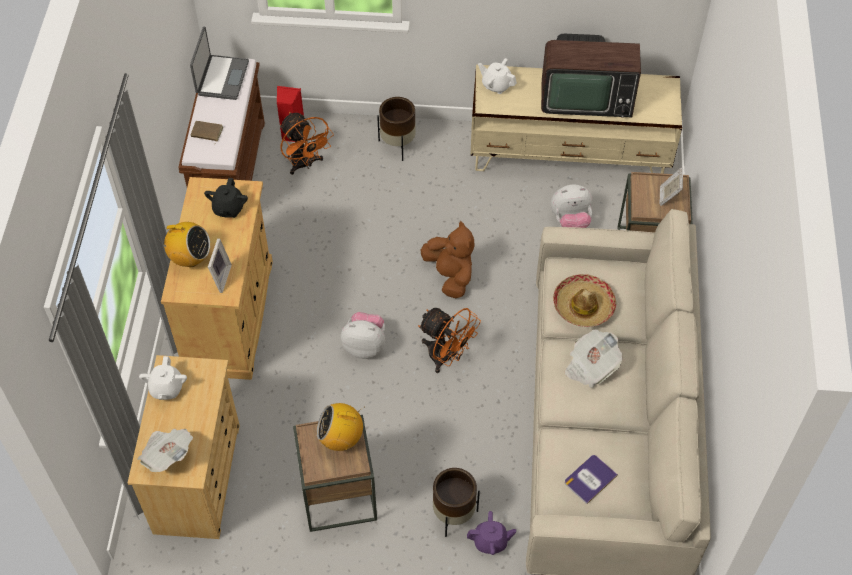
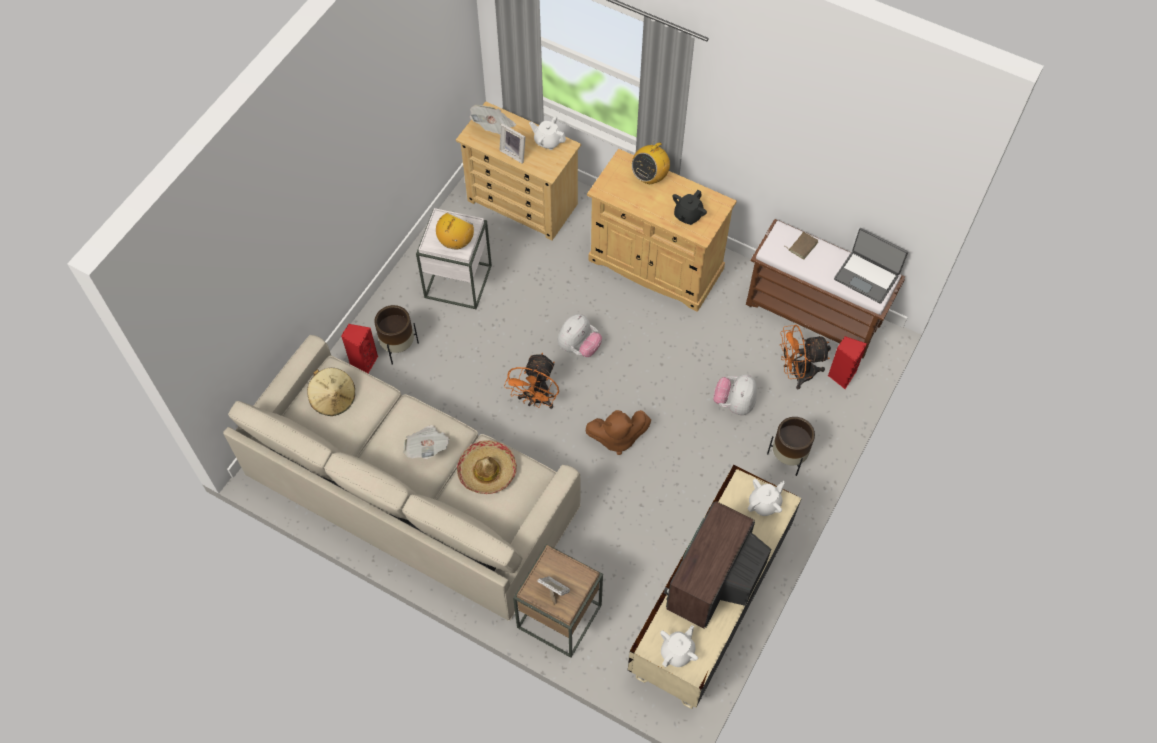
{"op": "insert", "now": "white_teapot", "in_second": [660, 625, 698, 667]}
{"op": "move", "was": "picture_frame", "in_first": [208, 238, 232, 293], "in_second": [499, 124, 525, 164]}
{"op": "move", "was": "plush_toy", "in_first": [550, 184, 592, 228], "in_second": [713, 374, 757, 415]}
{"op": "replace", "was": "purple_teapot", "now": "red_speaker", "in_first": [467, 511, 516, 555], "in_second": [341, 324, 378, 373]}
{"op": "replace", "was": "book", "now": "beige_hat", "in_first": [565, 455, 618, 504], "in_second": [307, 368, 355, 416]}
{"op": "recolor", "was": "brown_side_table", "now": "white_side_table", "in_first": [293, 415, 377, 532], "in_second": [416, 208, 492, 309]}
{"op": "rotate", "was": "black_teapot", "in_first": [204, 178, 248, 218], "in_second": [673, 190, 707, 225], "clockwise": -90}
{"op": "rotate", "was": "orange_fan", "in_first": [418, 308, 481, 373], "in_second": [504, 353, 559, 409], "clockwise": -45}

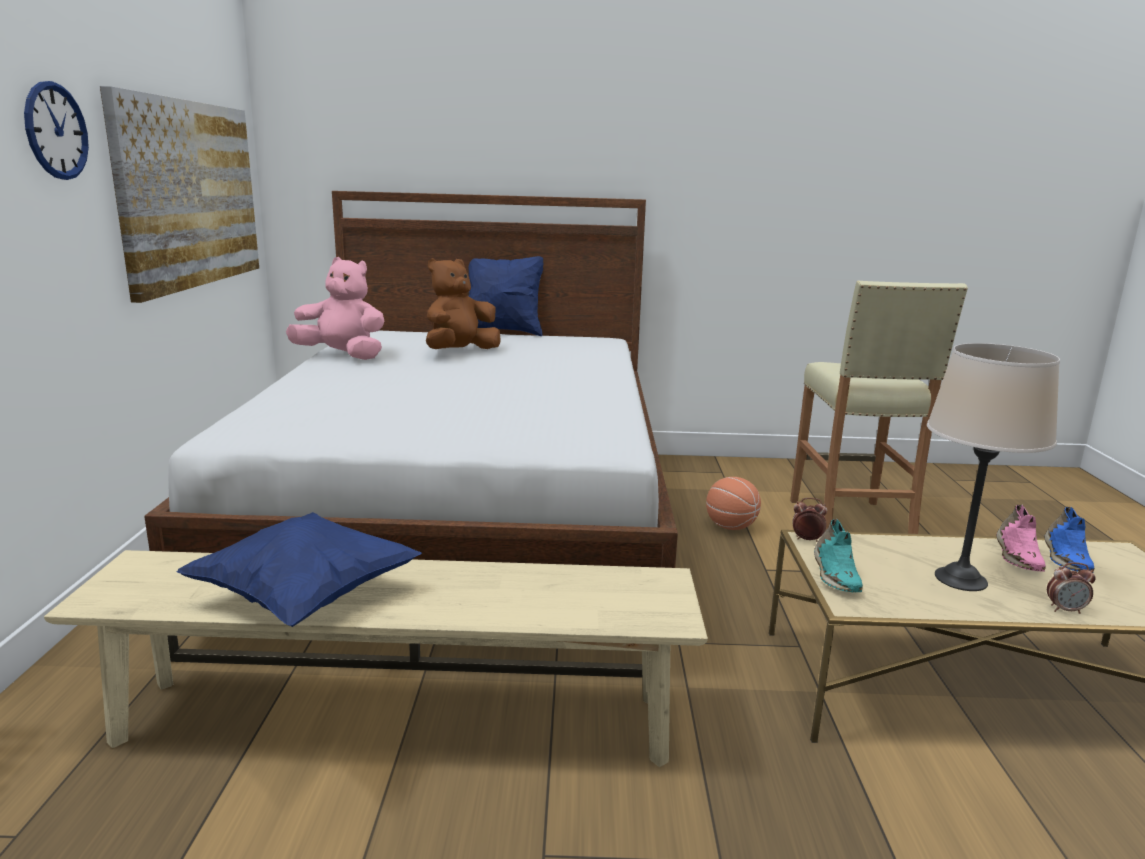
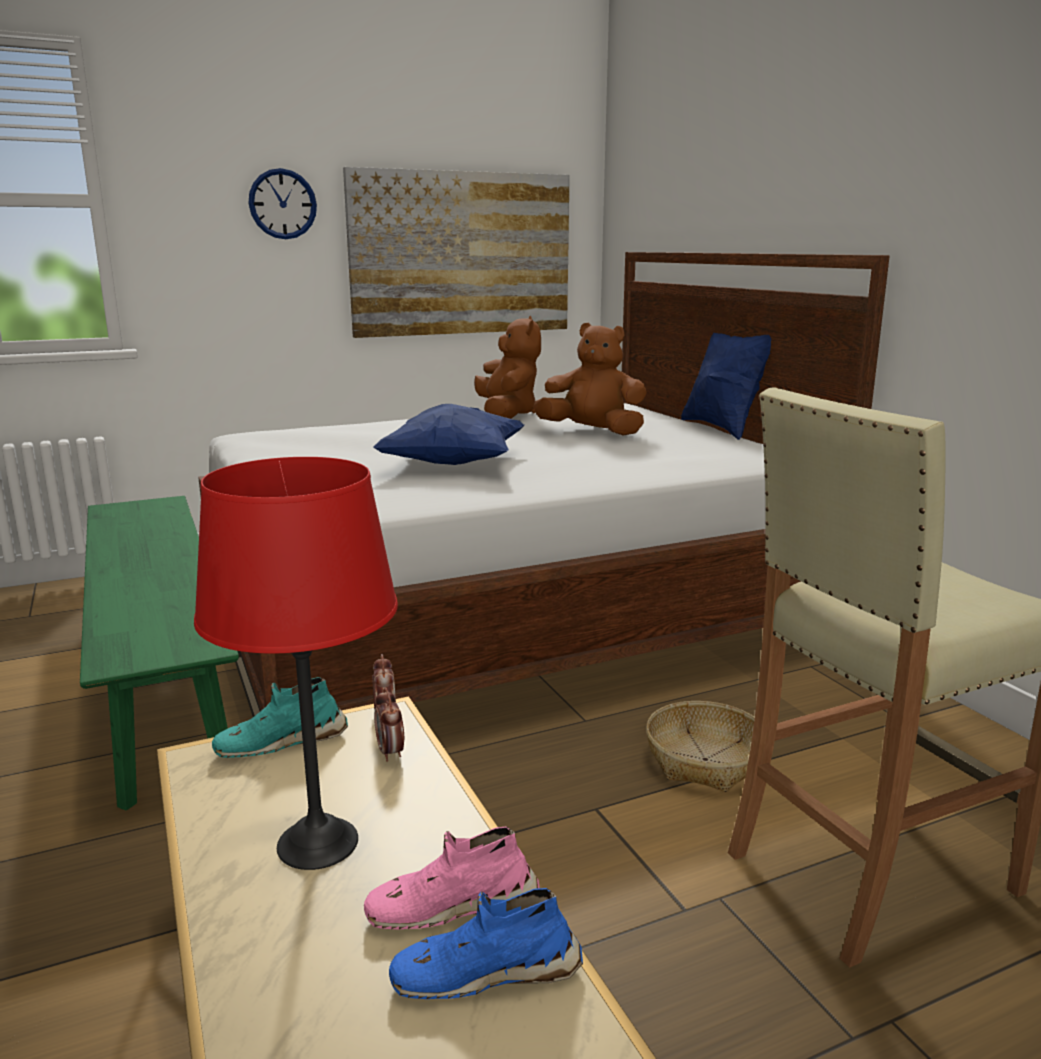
{"op": "move", "was": "blue_pillow", "in_first": [177, 512, 422, 627], "in_second": [373, 404, 524, 465]}
{"op": "move", "was": "alarm_clock", "in_first": [1047, 562, 1096, 614], "in_second": [374, 687, 404, 762]}
{"op": "replace", "was": "basketball", "now": "basket", "in_first": [706, 477, 761, 530], "in_second": [646, 701, 755, 792]}
{"op": "recolor", "was": "beige_bench", "now": "green_bench", "in_first": [44, 550, 708, 767], "in_second": [80, 496, 239, 811]}
{"op": "recolor", "was": "pink_plush_toy", "now": "brown_plush_toy", "in_first": [286, 257, 384, 360], "in_second": [474, 316, 541, 419]}
{"op": "recolor", "was": "beige_table_lamp", "now": "red_table_lamp", "in_first": [927, 343, 1060, 591], "in_second": [194, 457, 398, 870]}

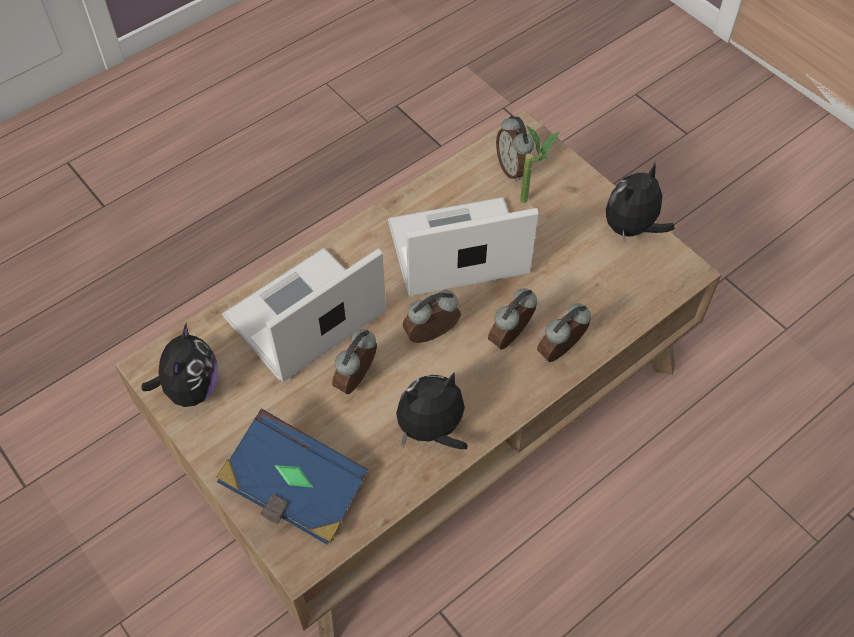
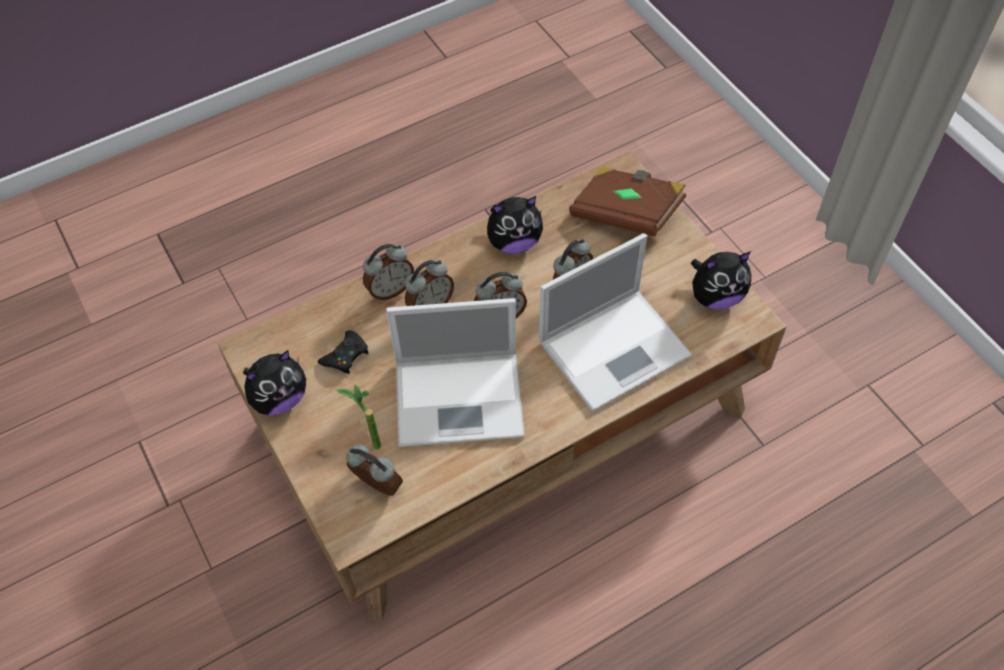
{"op": "insert", "now": "black_game_controller", "in_second": [318, 330, 369, 374]}
{"op": "recolor", "was": "blue_book", "now": "brown_book", "in_first": [217, 408, 369, 544], "in_second": [569, 166, 686, 237]}
{"op": "rotate", "was": "plush_toy", "in_first": [142, 323, 218, 407], "in_second": [691, 251, 751, 310], "clockwise": -120}
{"op": "rotate", "was": "alarm_clock", "in_first": [496, 115, 534, 182], "in_second": [346, 444, 403, 496], "clockwise": -45}

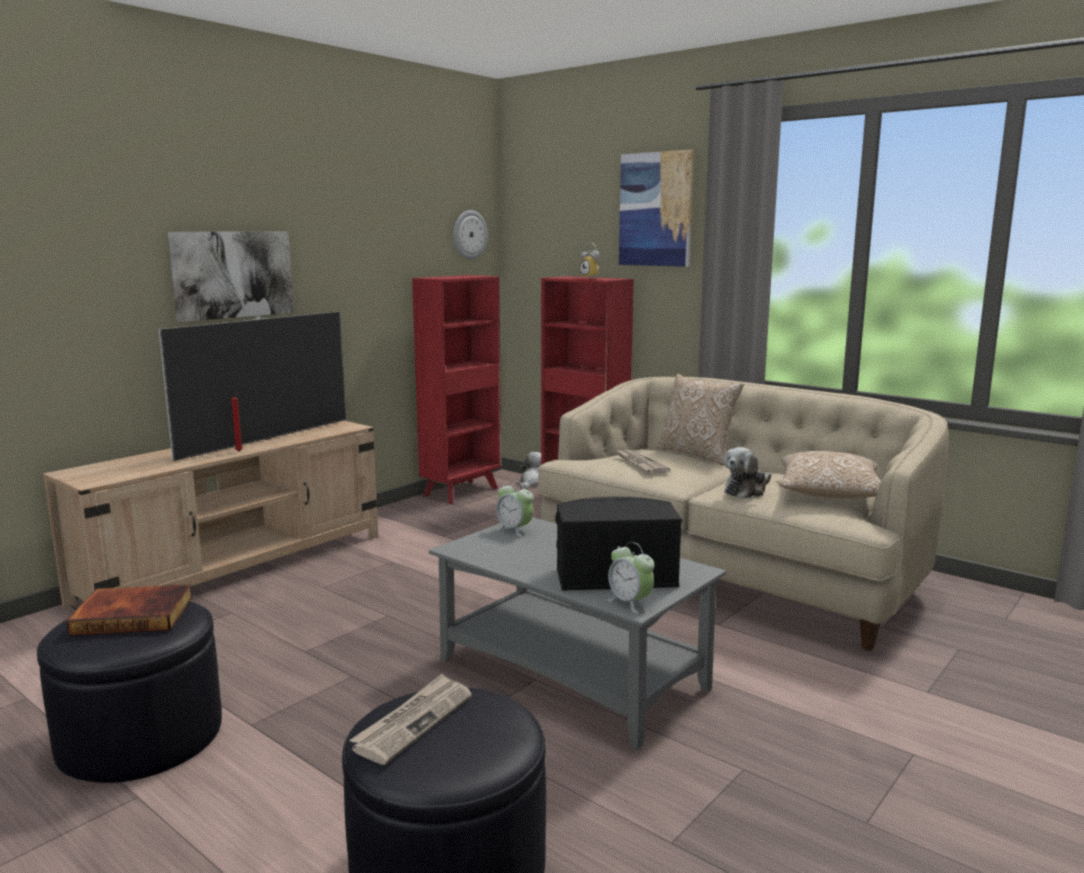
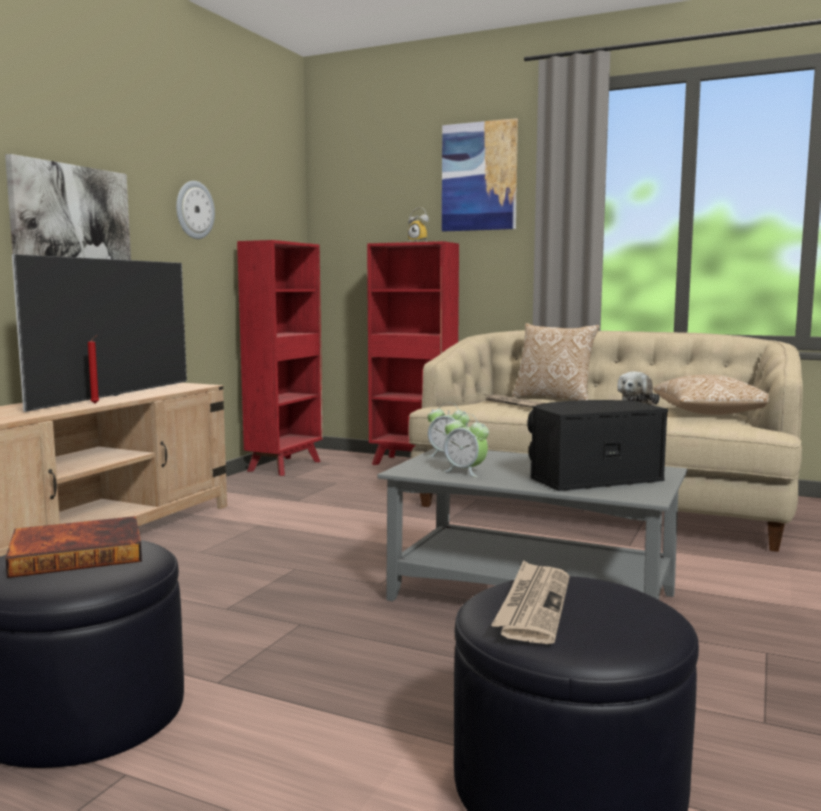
{"op": "delete", "was": "plush_toy", "in_first": [520, 452, 541, 489]}
{"op": "move", "was": "wall_clock", "in_first": [454, 210, 488, 259], "in_second": [176, 181, 215, 239]}
{"op": "move", "was": "alarm_clock", "in_first": [607, 542, 655, 614], "in_second": [443, 414, 489, 477]}

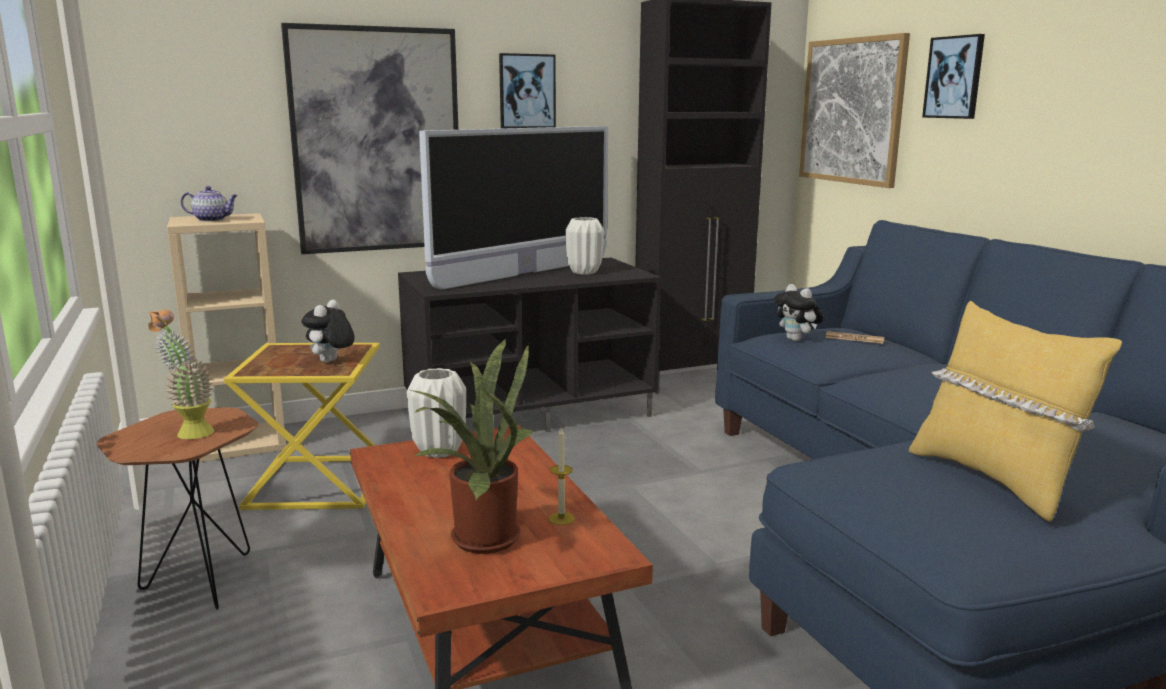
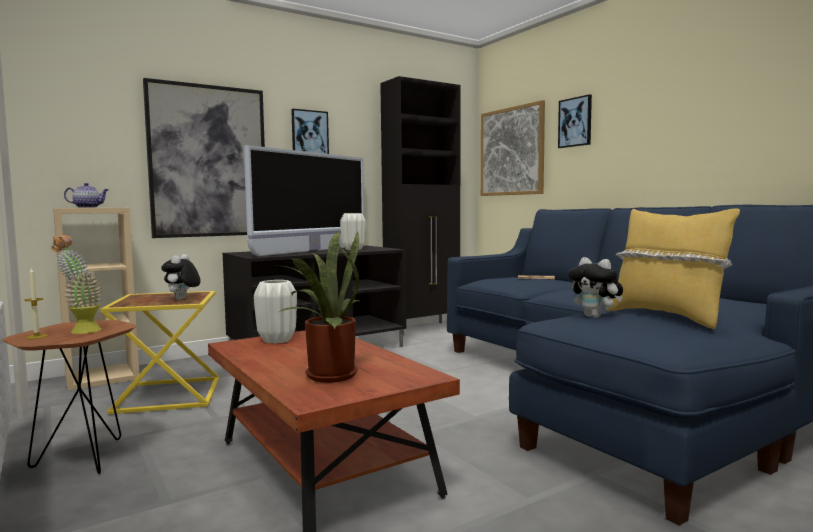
{"op": "move", "was": "candle", "in_first": [548, 428, 575, 525], "in_second": [24, 268, 48, 339]}
{"op": "move", "was": "plush_toy", "in_first": [774, 284, 824, 341], "in_second": [568, 257, 623, 318]}

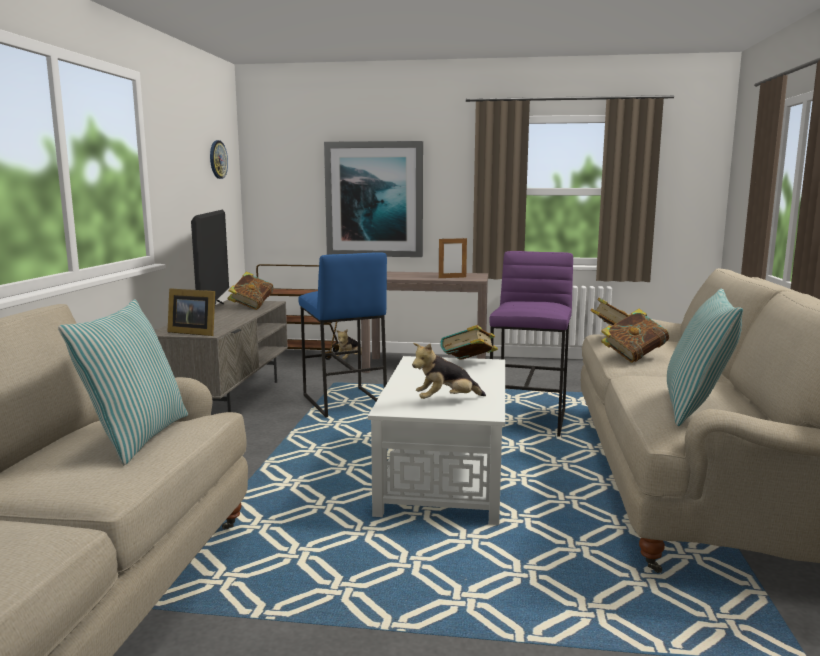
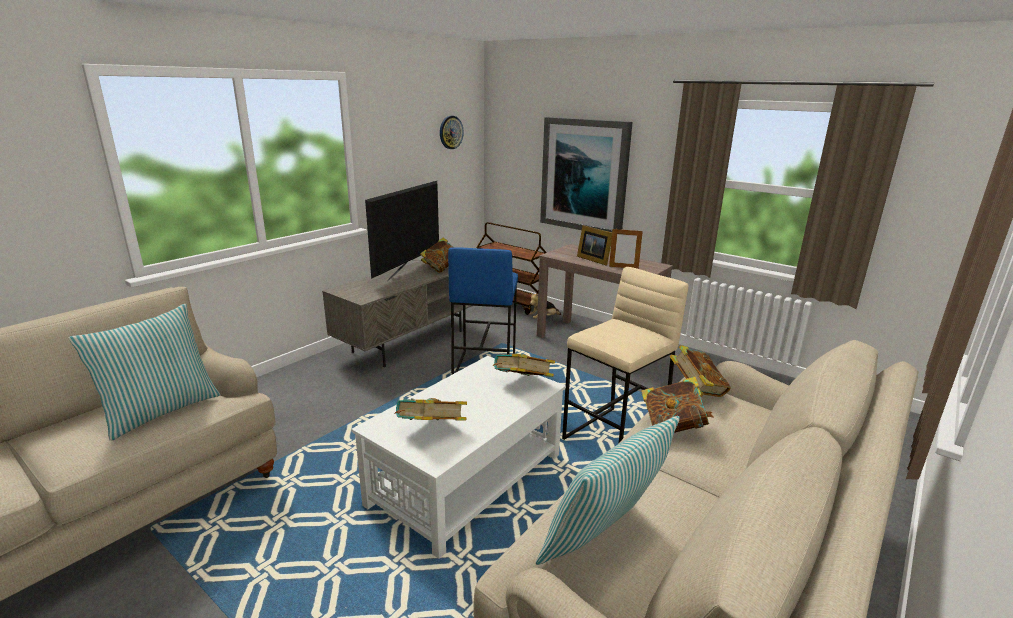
{"op": "move", "was": "picture_frame", "in_first": [168, 288, 215, 336], "in_second": [577, 225, 612, 266]}
{"op": "replace", "was": "plush_toy", "now": "book", "in_first": [412, 343, 486, 399], "in_second": [394, 398, 467, 421]}
{"op": "recolor", "was": "purple_stool", "now": "beige_stool", "in_first": [489, 251, 573, 437], "in_second": [562, 267, 688, 443]}

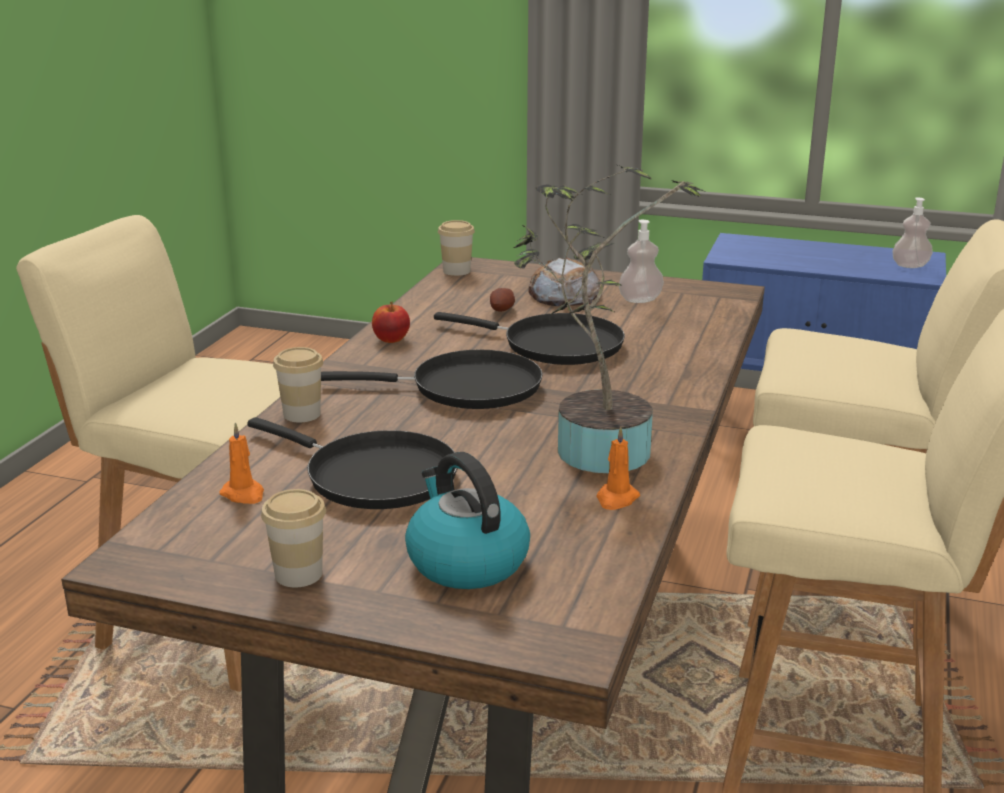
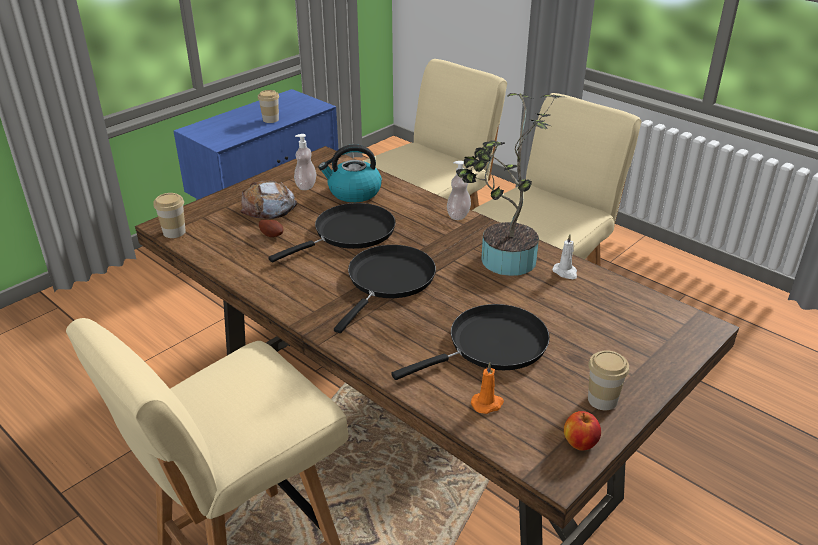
{"op": "move", "was": "cup", "in_first": [273, 347, 323, 422], "in_second": [258, 90, 279, 123]}
{"op": "move", "was": "apple", "in_first": [372, 301, 410, 343], "in_second": [564, 411, 601, 450]}
{"op": "move", "was": "kettle", "in_first": [405, 452, 530, 589], "in_second": [318, 144, 382, 202]}
{"op": "move", "was": "soap_dispenser", "in_first": [892, 198, 933, 268], "in_second": [447, 161, 471, 220]}
{"op": "recolor", "was": "orange_candle", "now": "white_candle", "in_first": [596, 426, 640, 510], "in_second": [552, 234, 577, 279]}

